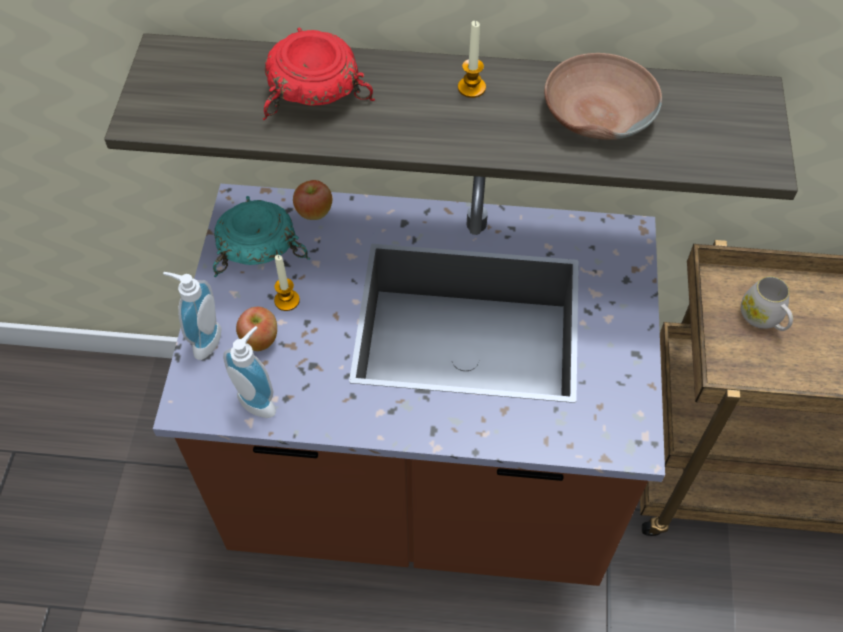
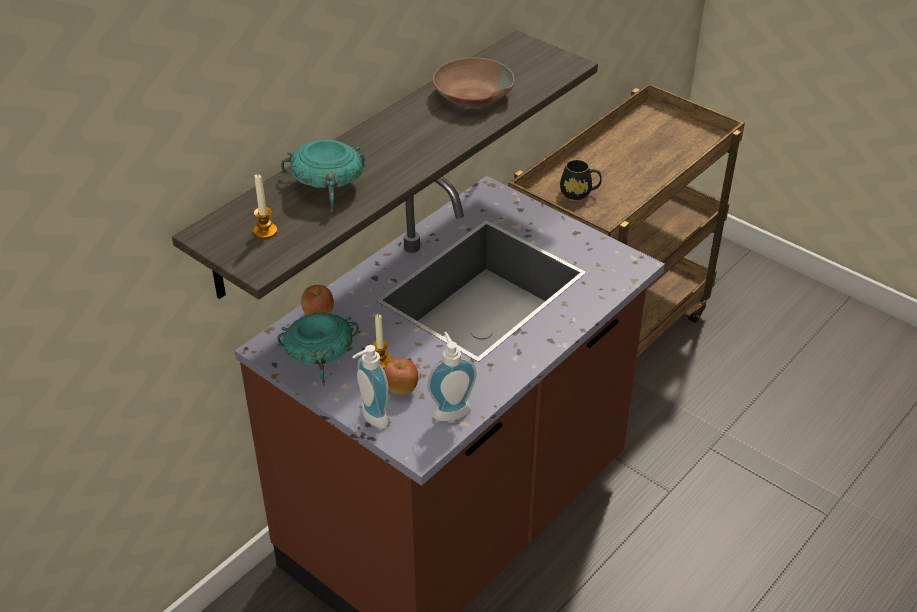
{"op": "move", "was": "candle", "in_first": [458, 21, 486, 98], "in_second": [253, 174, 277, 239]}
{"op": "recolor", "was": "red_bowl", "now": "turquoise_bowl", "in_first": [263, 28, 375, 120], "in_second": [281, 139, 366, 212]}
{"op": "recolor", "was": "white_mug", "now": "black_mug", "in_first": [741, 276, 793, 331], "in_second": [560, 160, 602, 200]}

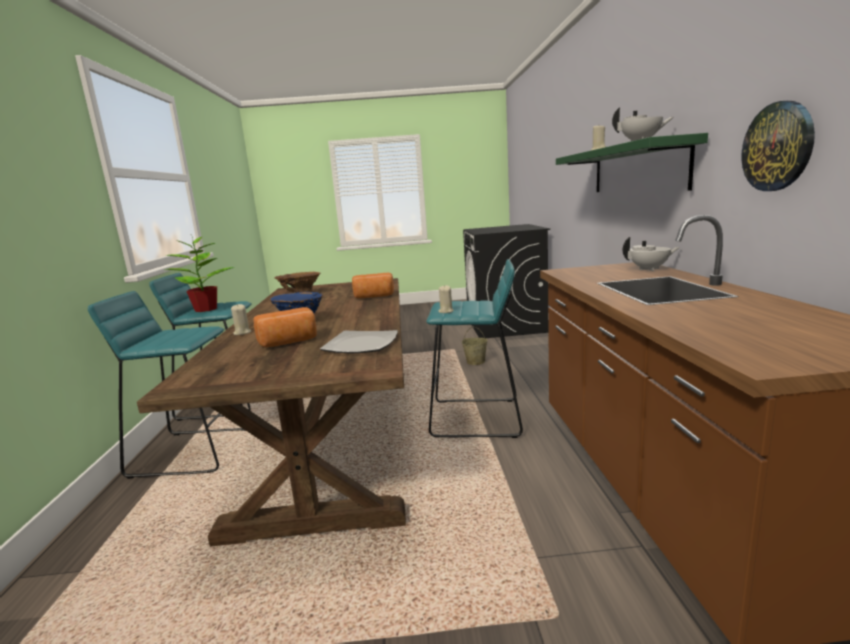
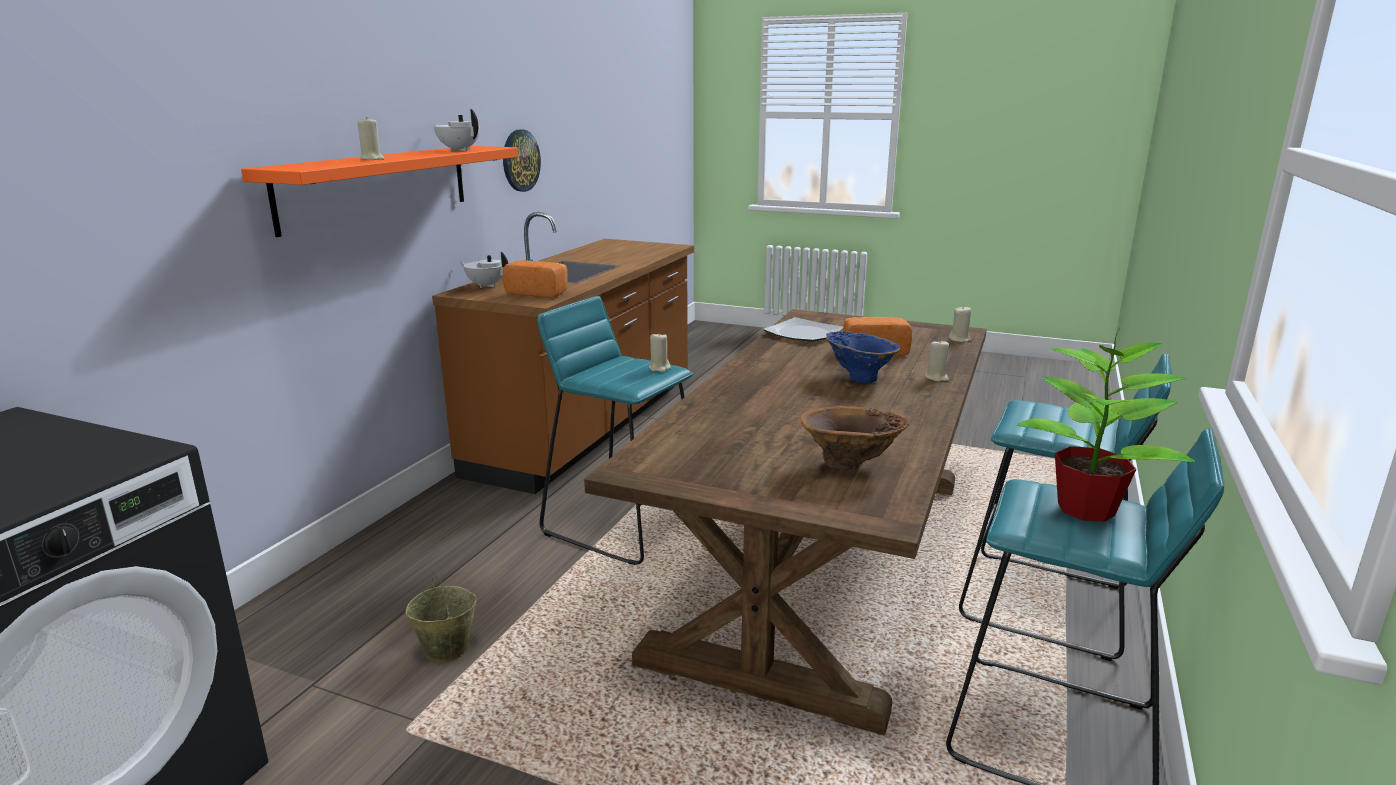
{"op": "insert", "now": "beige_candle", "in_second": [949, 306, 971, 342]}
{"op": "move", "was": "bread", "in_first": [352, 273, 394, 299], "in_second": [503, 260, 568, 298]}
{"op": "recolor", "was": "green_shelf", "now": "orange_shelf", "in_first": [556, 133, 708, 192], "in_second": [241, 146, 518, 237]}

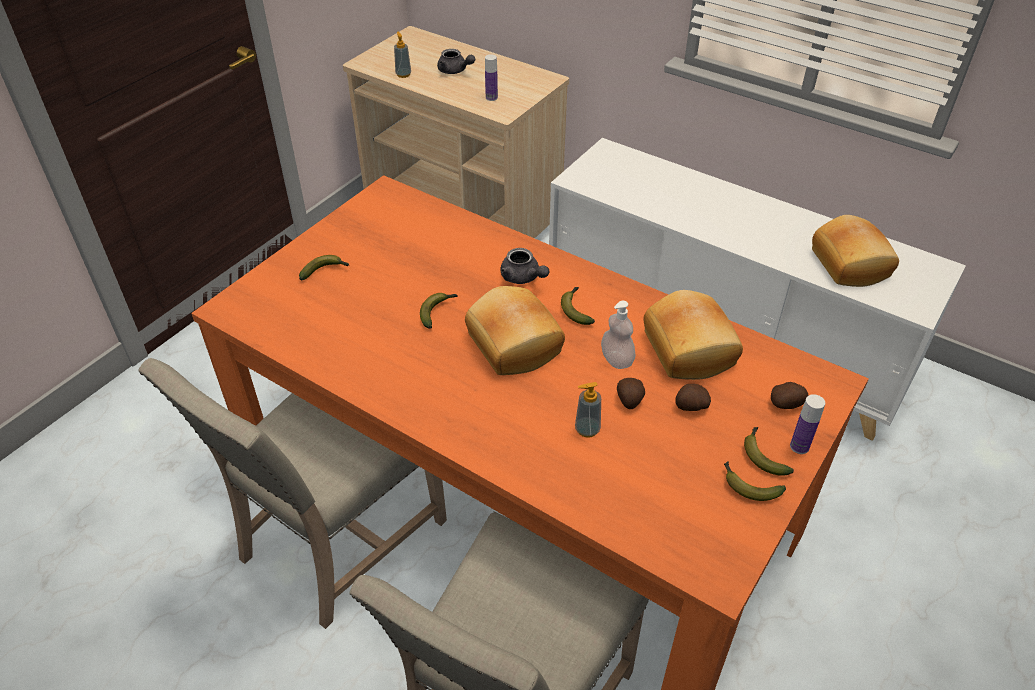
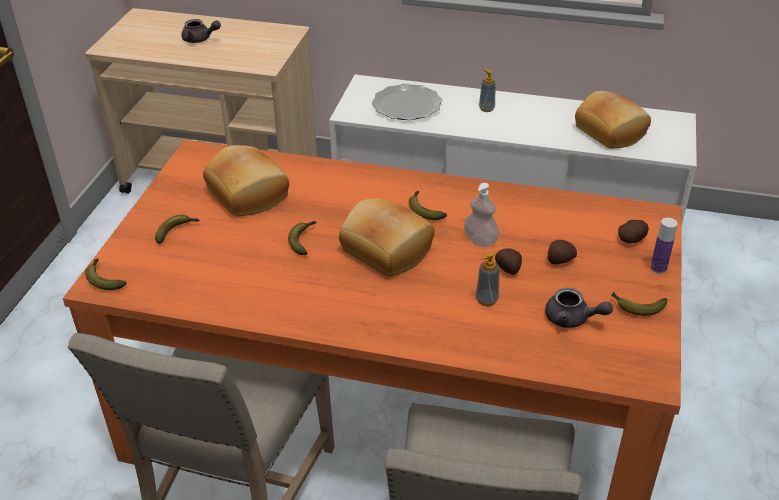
{"op": "delete", "was": "bottle", "in_first": [485, 54, 498, 101]}
{"op": "insert", "now": "plate", "in_second": [372, 84, 442, 120]}
{"op": "move", "was": "soap_dispenser", "in_first": [394, 32, 411, 78], "in_second": [479, 68, 496, 112]}
{"op": "move", "was": "grey_teapot", "in_first": [501, 248, 549, 284], "in_second": [545, 288, 613, 328]}
{"op": "move", "was": "bread", "in_first": [643, 290, 743, 380], "in_second": [203, 145, 289, 216]}
{"op": "move", "was": "banana", "in_first": [744, 427, 794, 476], "in_second": [85, 258, 126, 290]}

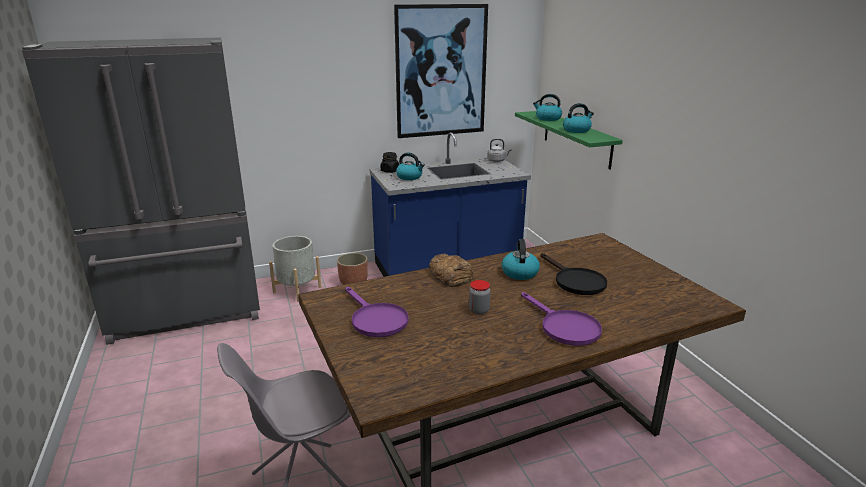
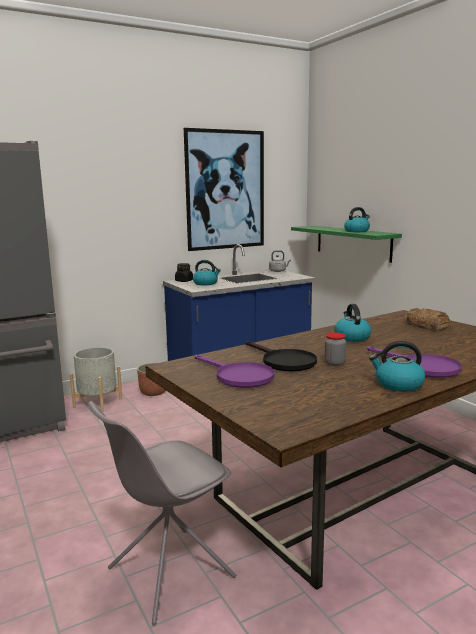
{"op": "move", "was": "bread", "in_first": [429, 253, 474, 287], "in_second": [407, 308, 450, 331]}
{"op": "move", "was": "kettle", "in_first": [533, 94, 562, 121], "in_second": [369, 341, 425, 392]}
{"op": "move", "was": "black_frying_pan", "in_first": [540, 253, 607, 295], "in_second": [246, 341, 317, 371]}

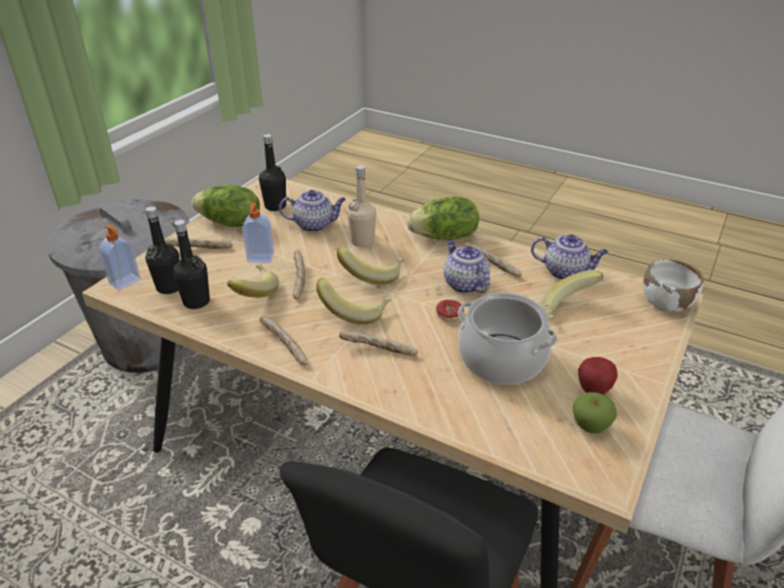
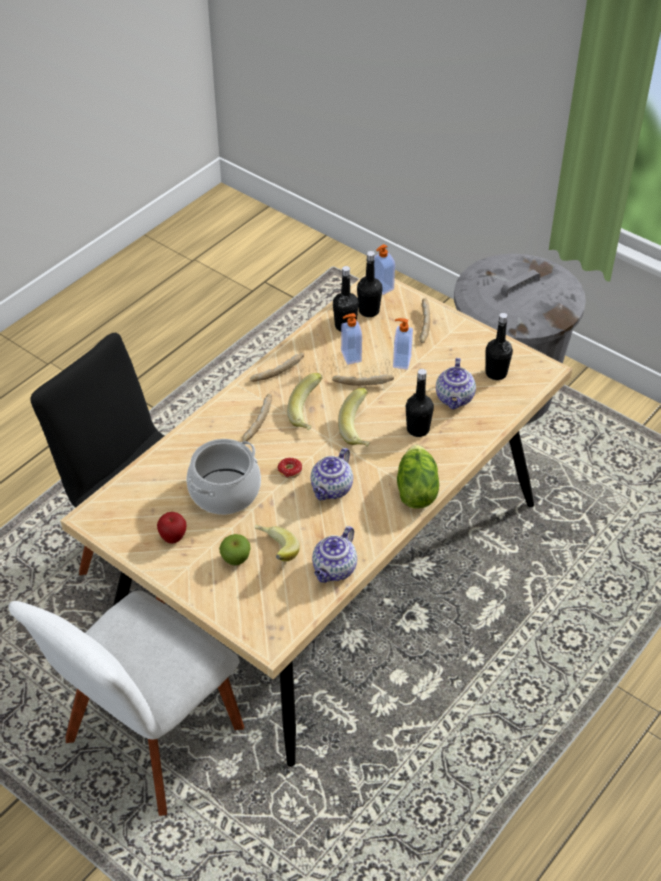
{"op": "delete", "was": "lettuce", "in_first": [192, 185, 260, 227]}
{"op": "delete", "was": "bread", "in_first": [464, 242, 522, 277]}
{"op": "delete", "was": "white_bowl", "in_first": [643, 259, 704, 313]}
{"op": "move", "was": "apple", "in_first": [573, 392, 617, 434], "in_second": [219, 534, 251, 566]}
{"op": "replace", "was": "banana", "now": "soap_dispenser", "in_first": [227, 264, 279, 298], "in_second": [341, 313, 362, 365]}
{"op": "recolor", "was": "beige_bottle", "now": "black_bottle", "in_first": [347, 165, 376, 247], "in_second": [406, 369, 434, 437]}
{"op": "rotate", "was": "teapot", "in_first": [444, 239, 490, 293], "in_second": [311, 448, 353, 500], "clockwise": 135}

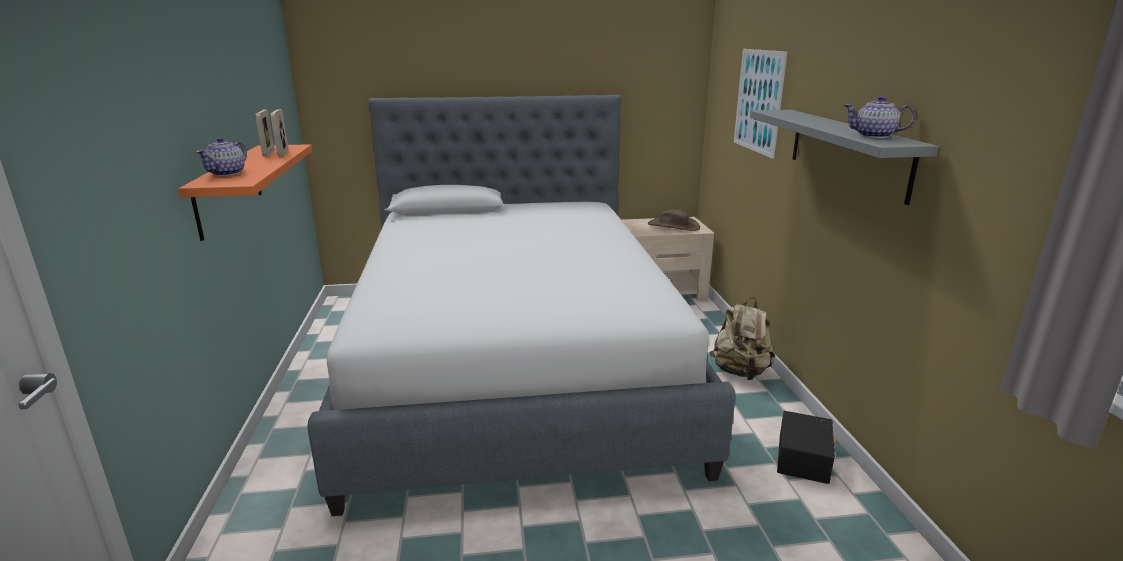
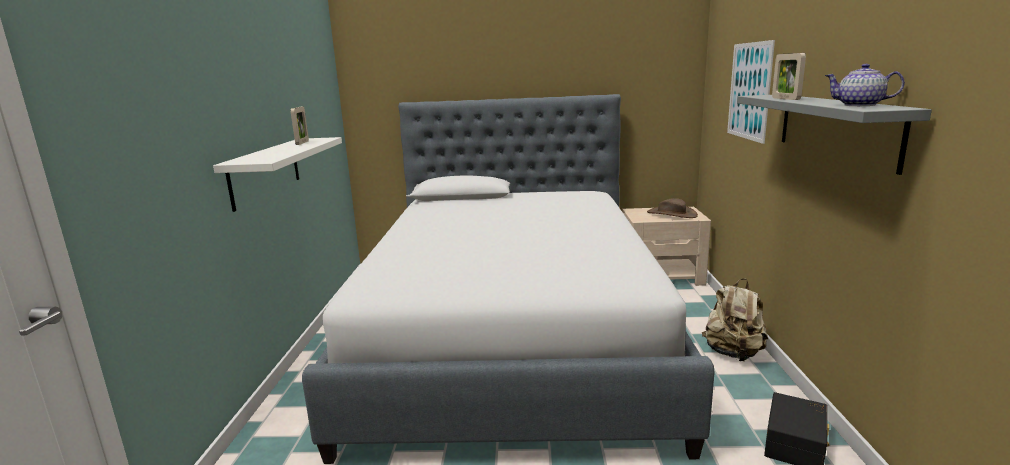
{"op": "delete", "was": "teapot", "in_first": [196, 137, 247, 176]}
{"op": "move", "was": "picture_frame", "in_first": [271, 109, 288, 156], "in_second": [772, 53, 806, 100]}
{"op": "recolor", "was": "orange_shelf", "now": "white_shelf", "in_first": [178, 144, 312, 241], "in_second": [213, 137, 342, 212]}

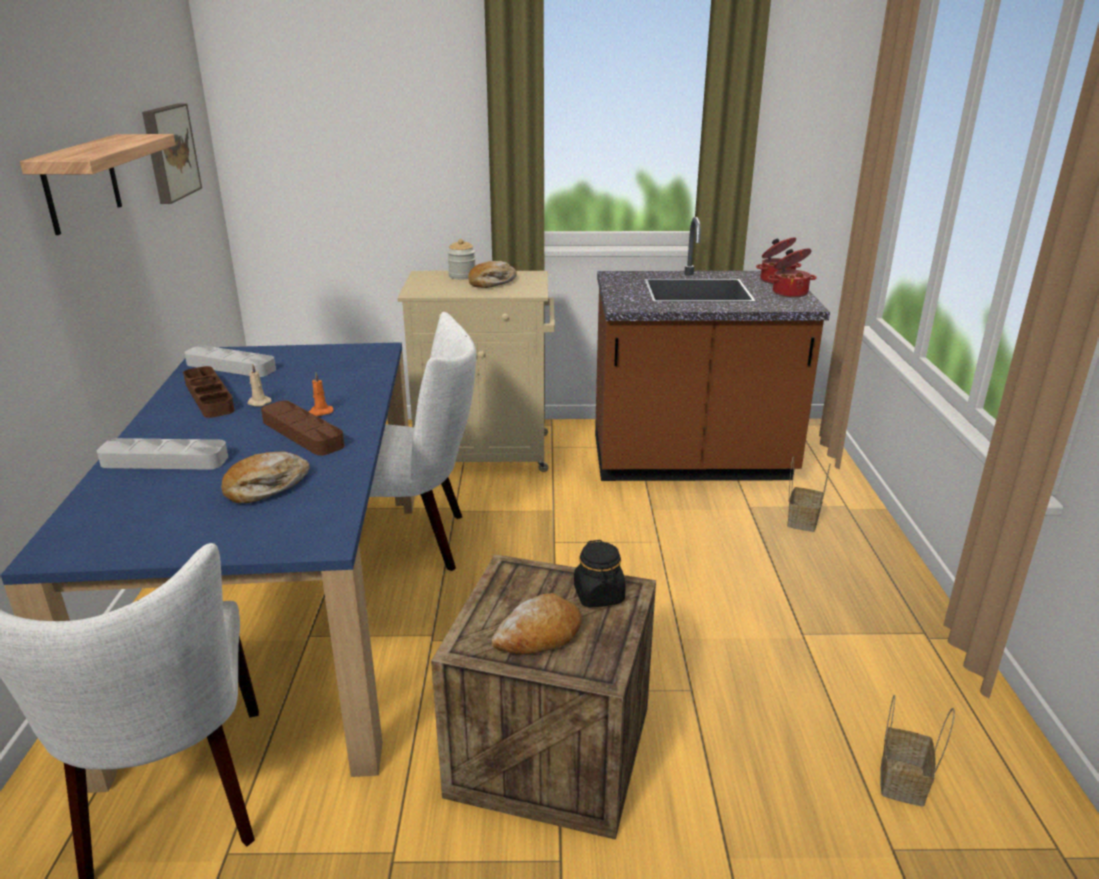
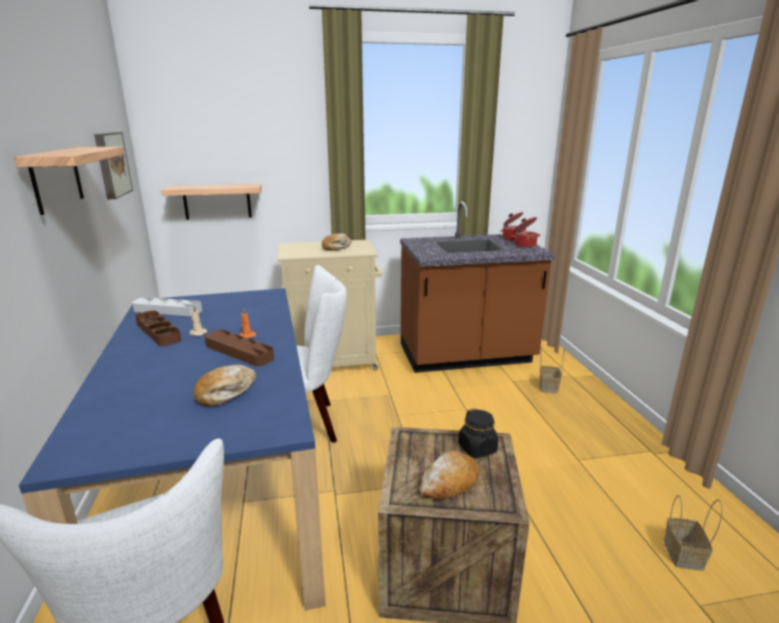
{"op": "delete", "was": "grey_tray", "in_first": [97, 438, 228, 470]}
{"op": "delete", "was": "jar", "in_first": [447, 239, 476, 279]}
{"op": "insert", "now": "shelf", "in_second": [161, 184, 262, 220]}

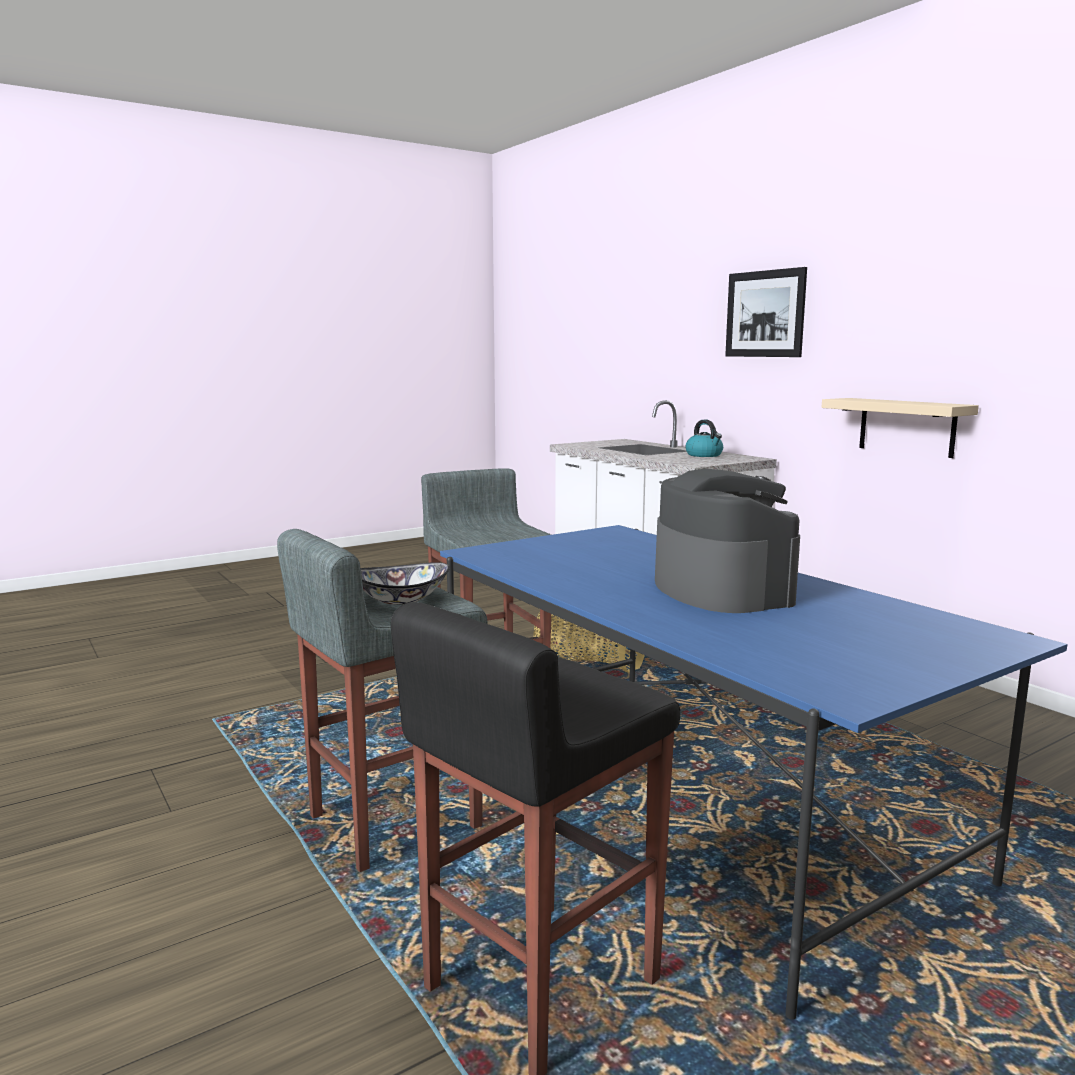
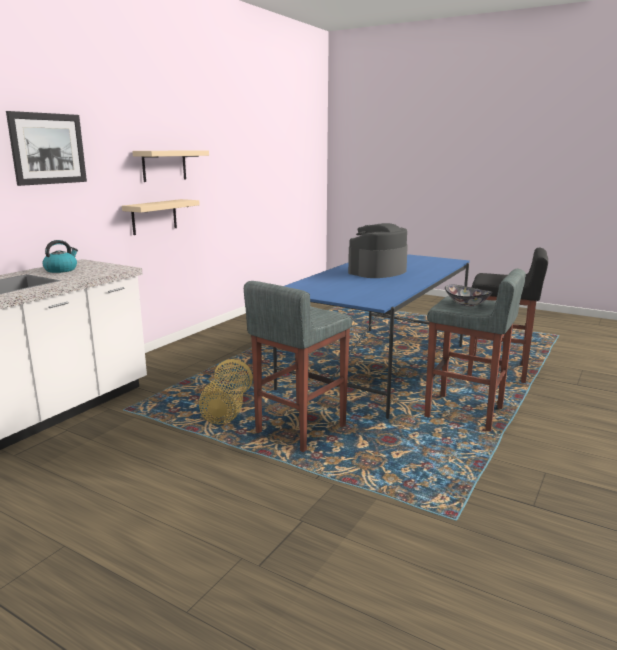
{"op": "insert", "now": "beige_shelf", "in_second": [132, 150, 209, 182]}

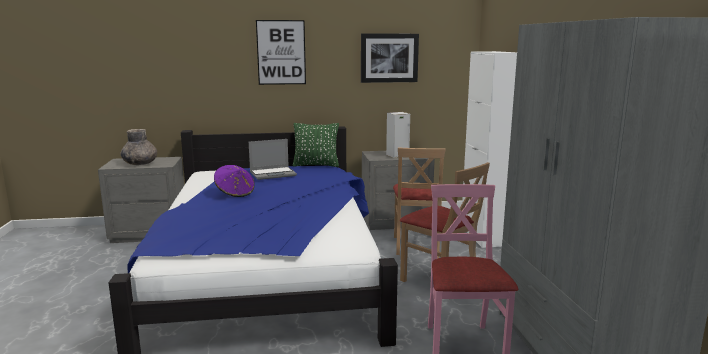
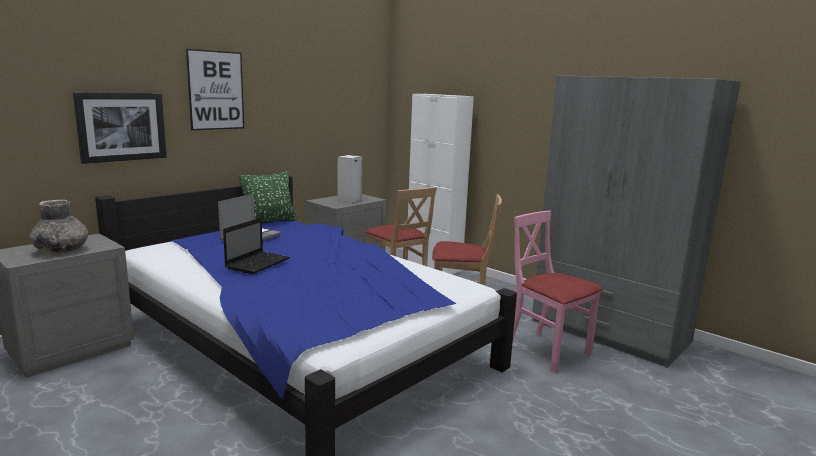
{"op": "move", "was": "picture", "in_first": [361, 34, 419, 83], "in_second": [73, 92, 167, 164]}
{"op": "replace", "was": "purple_hat", "now": "laptop", "in_first": [214, 165, 255, 197], "in_second": [223, 218, 290, 274]}

